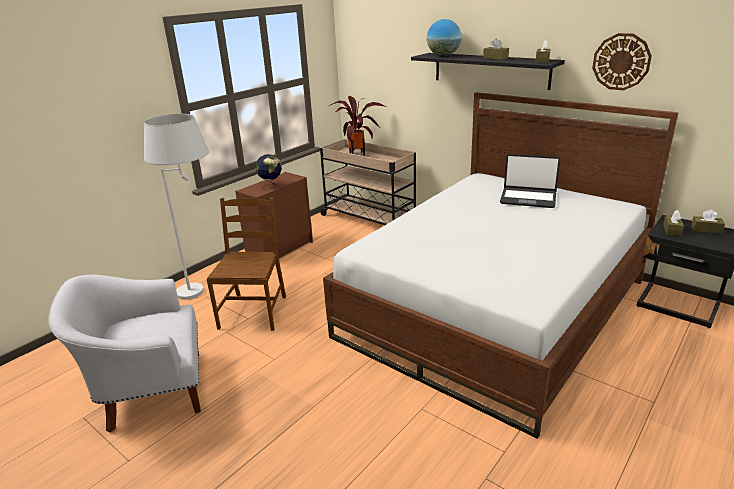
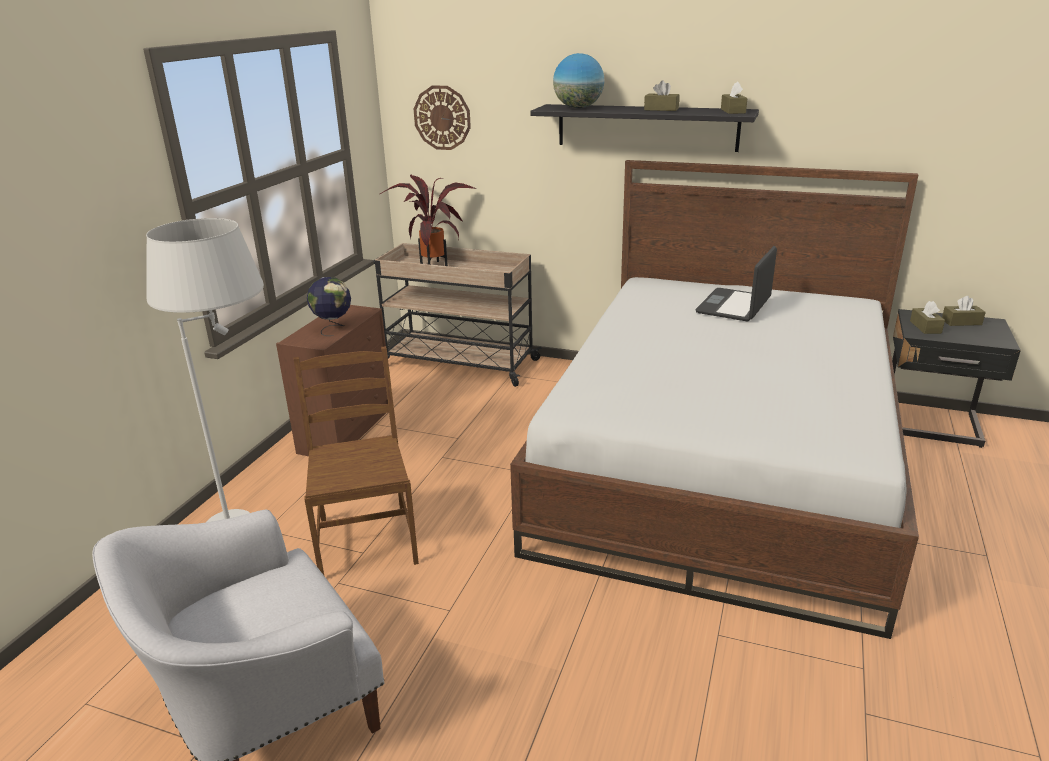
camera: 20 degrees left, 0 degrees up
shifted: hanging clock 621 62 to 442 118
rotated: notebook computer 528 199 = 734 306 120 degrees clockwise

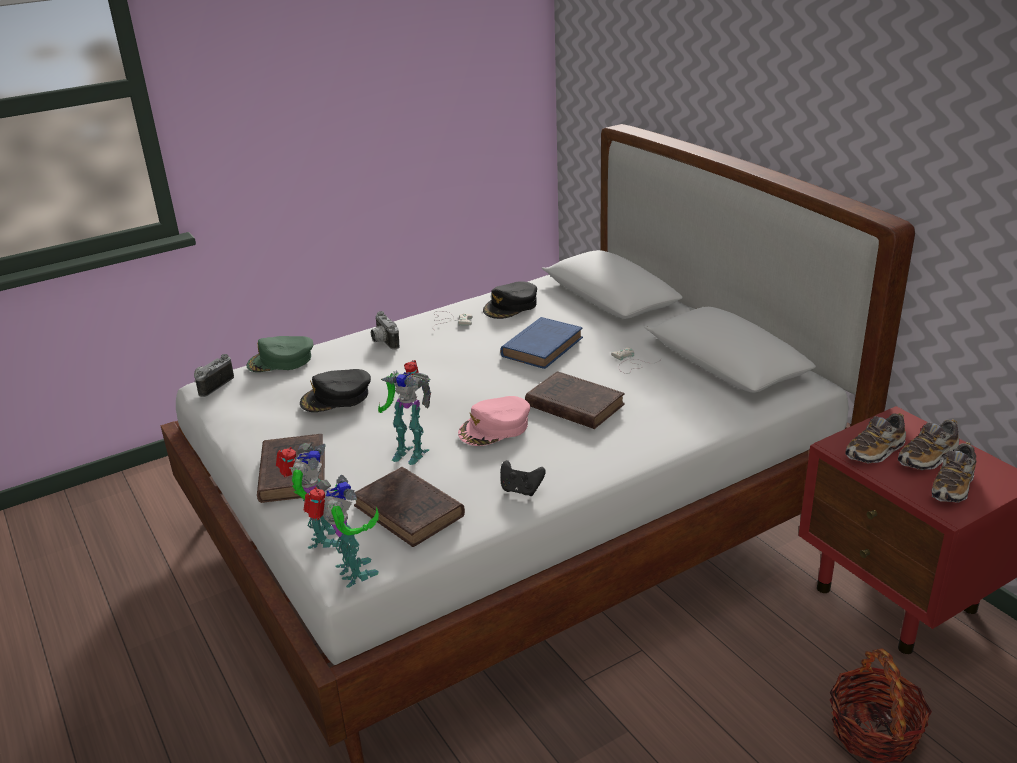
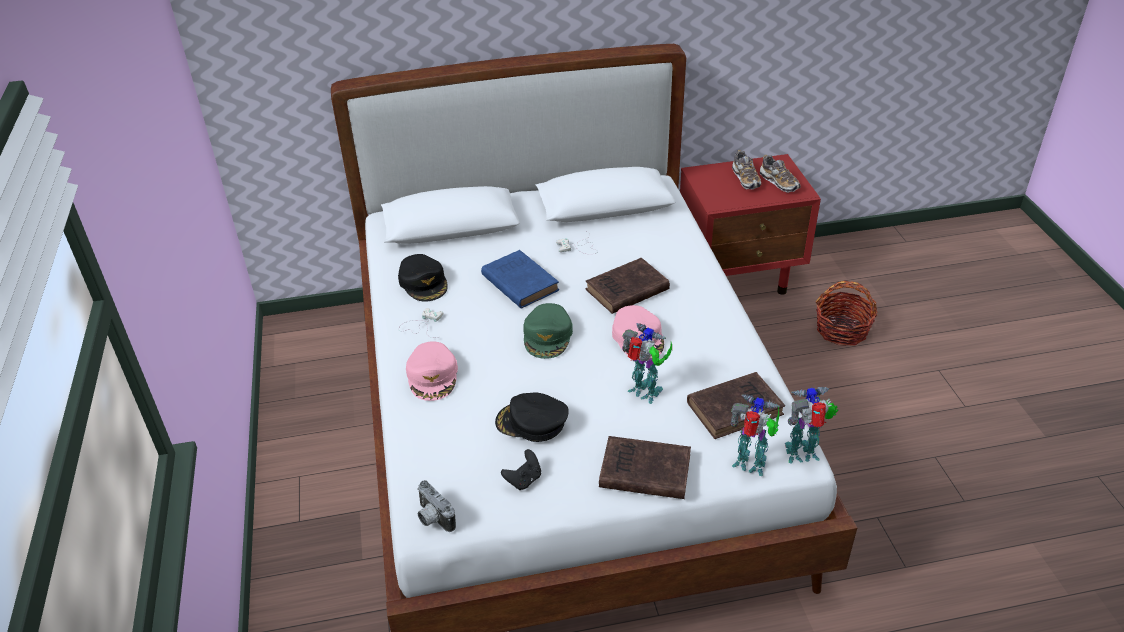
camera: 70 degrees left, 10 degrees up
gone: low shoe 875 451
shifted: peaked cap/green 281 361 to 548 336; joypad/blackish 521 490 to 524 480
swapped: still camera 383 342 to peaked cap/pink 433 376
rotated: peaked cap/blackish 336 397 = 532 422 105 degrees clockwise; model robot 409 451 = 645 393 90 degrees counterclockwise

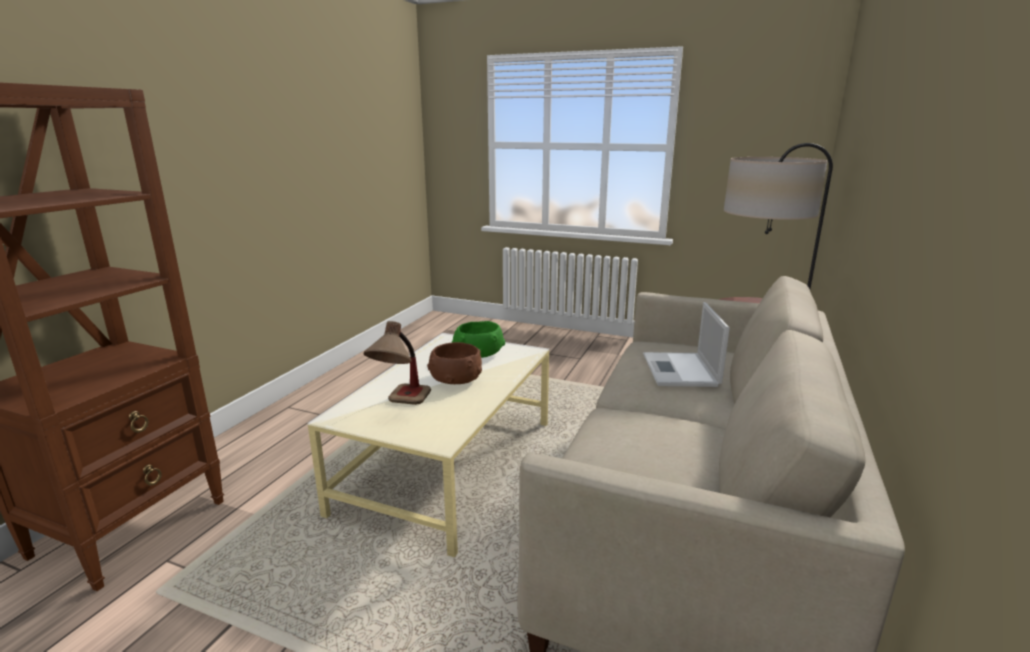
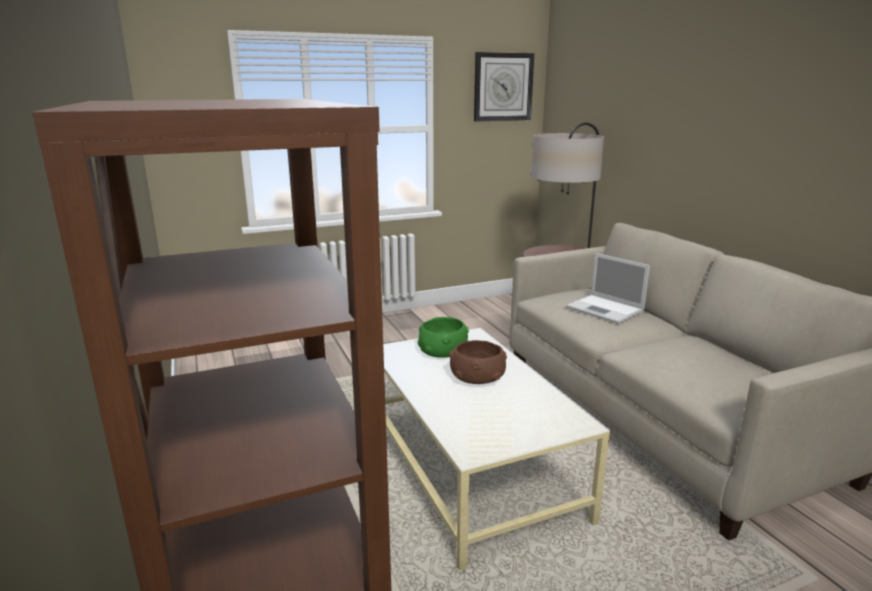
camera: 45 degrees left, 0 degrees up
gone: lamp for a table 402 406
new: hanging clock 503 87

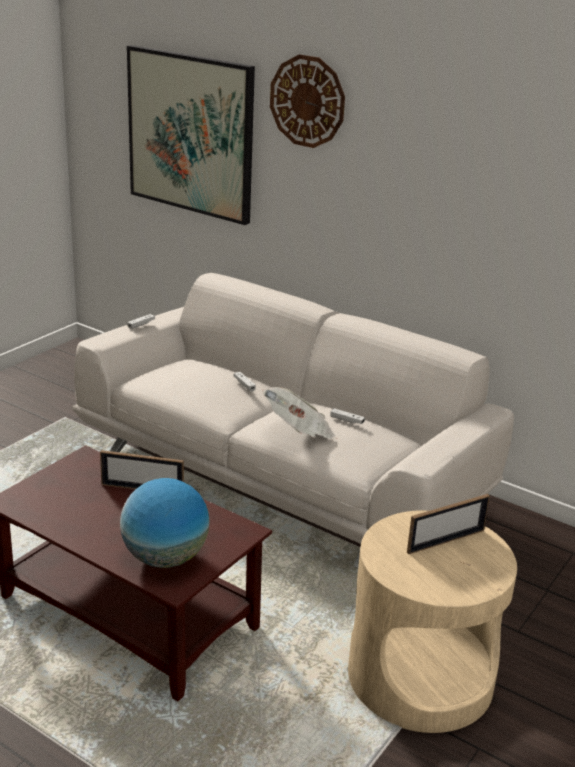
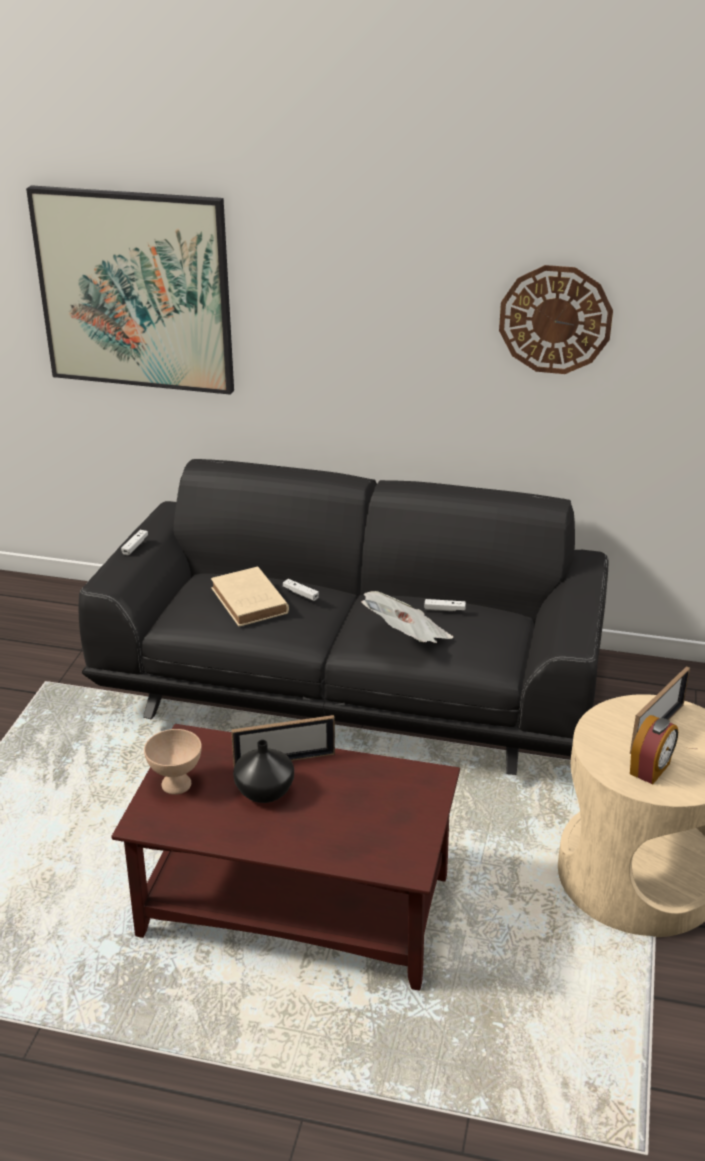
camera: 20 degrees left, 5 degrees up
gone: desk globe 165 558
new: bowl/beige 176 784; book/beige 250 602; flower vase/blackish 264 792; bedside clock 650 769
shifted: hanging clock 307 101 to 555 319
repainted: couch/white-coloured 284 477 to couch/blackish 354 687

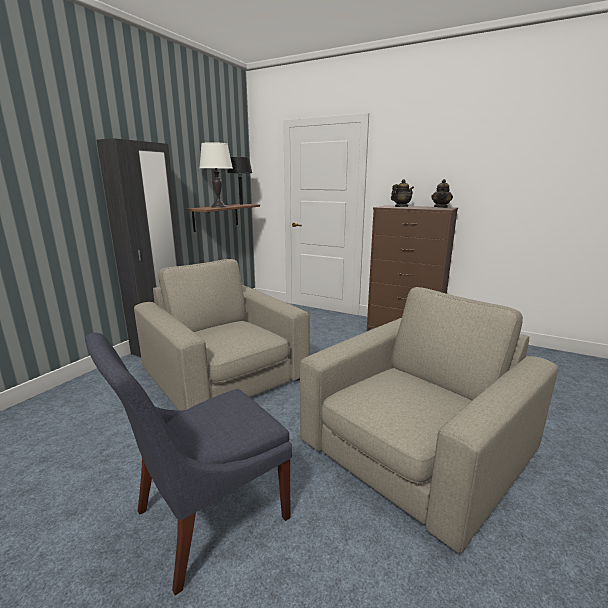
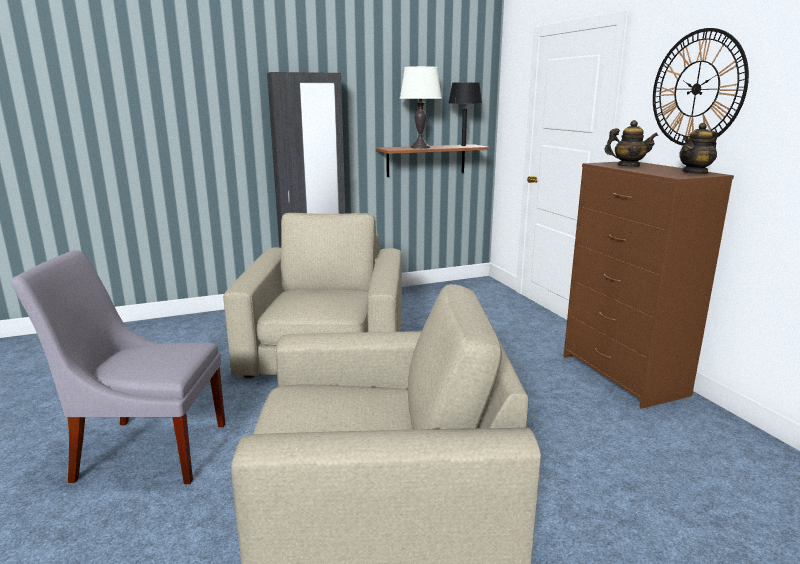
camera: 40 degrees right, 0 degrees up
new: hanging clock 696 89
repainted: plain chair/blue 205 518 to plain chair/greyish 146 450

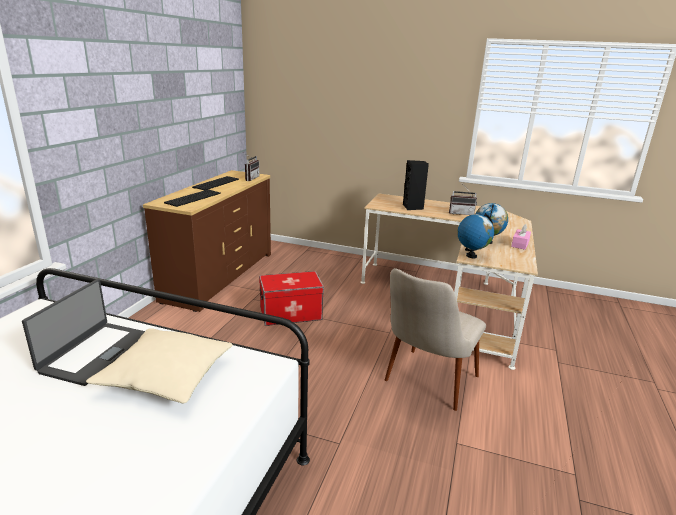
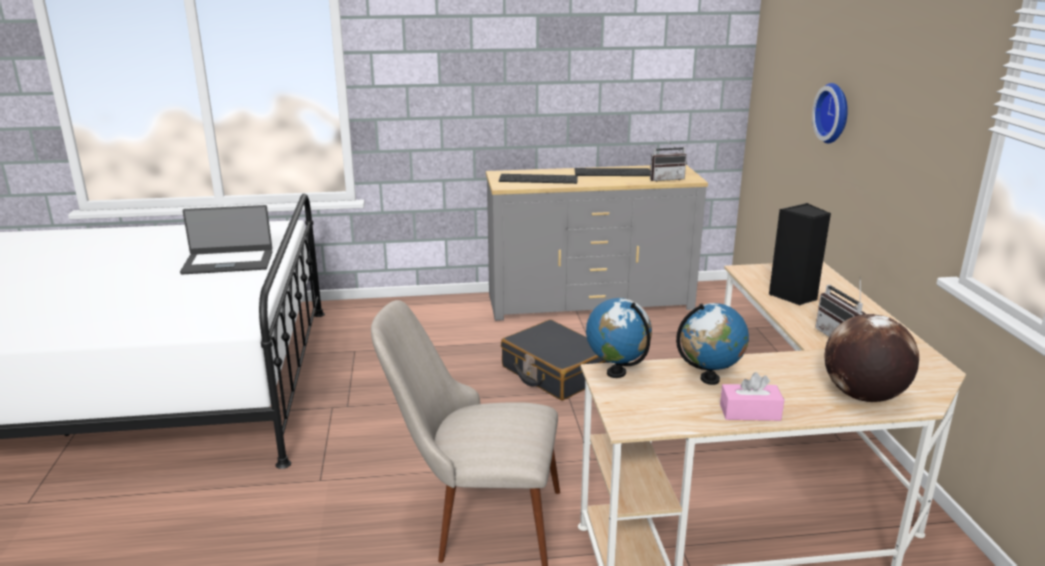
camera: 65 degrees right, 0 degrees up
gone: pillow/beige 166 377
new: hanging clock 835 113; desk globe 862 396
swapped: storage box 291 313 to travel case/blackish 554 372
repainted: drawer chest/brownish 219 276 to drawer chest/greyish 589 302

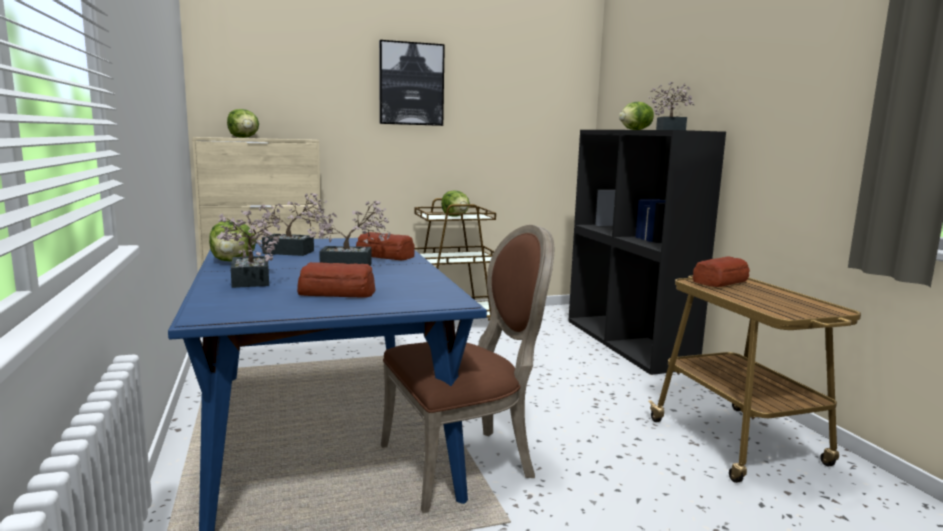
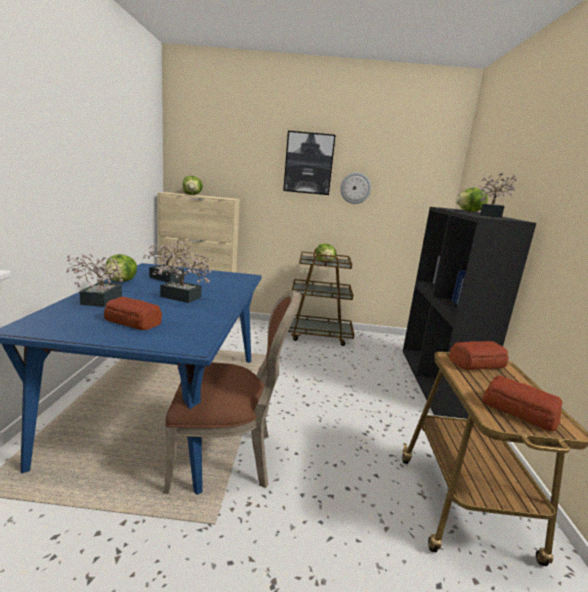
camera: 20 degrees right, 5 degrees up
new: hanging clock 355 188
shifted: baked bread 384 256 to 518 410

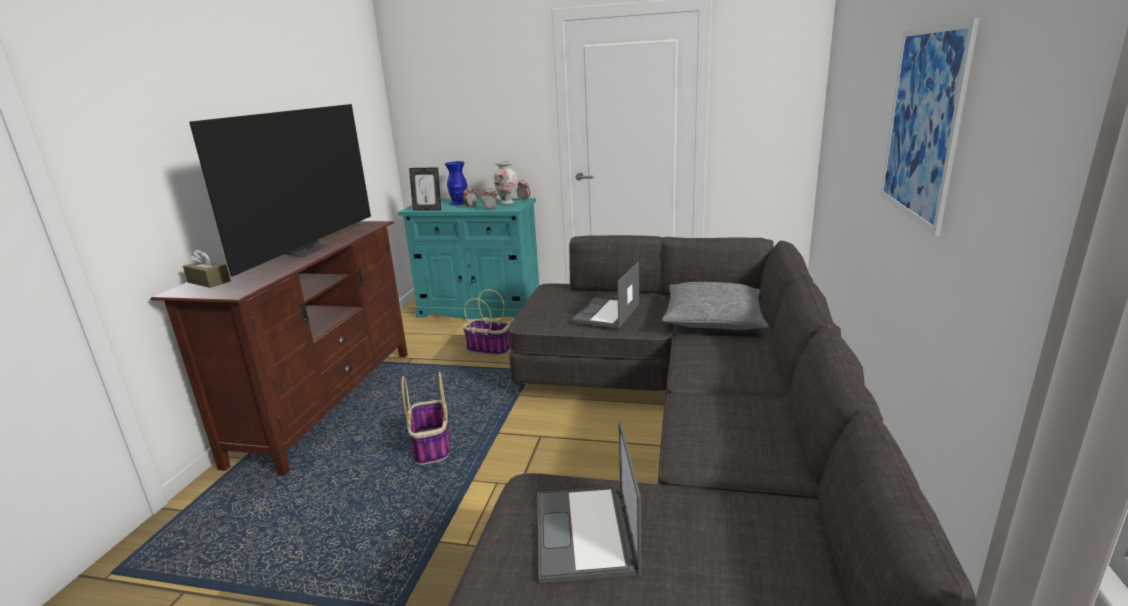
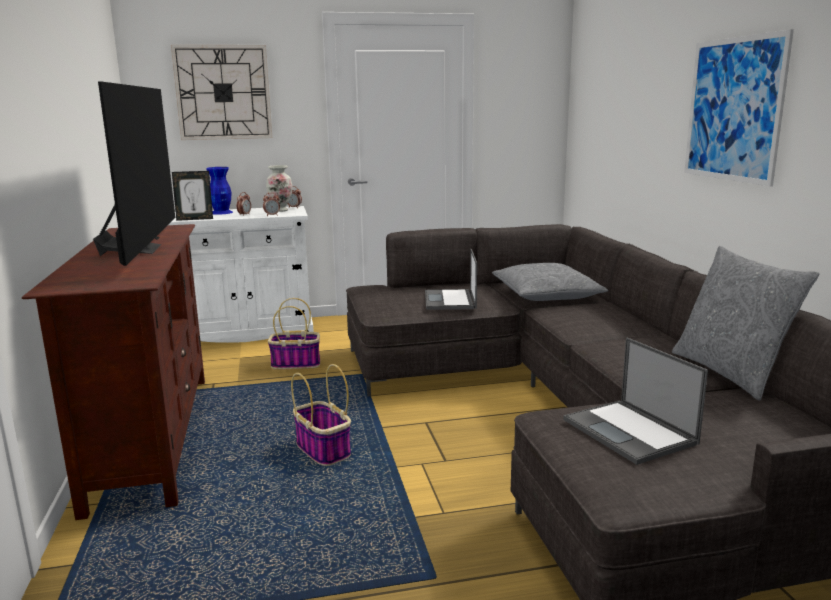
camera: 25 degrees left, 5 degrees down
gone: tissue holder/brownish 209 282
new: hanging clock 223 92; pillow/greyish 730 373
repainted: cabinet/turquoise 480 309 to cabinet/white-coloured 246 332

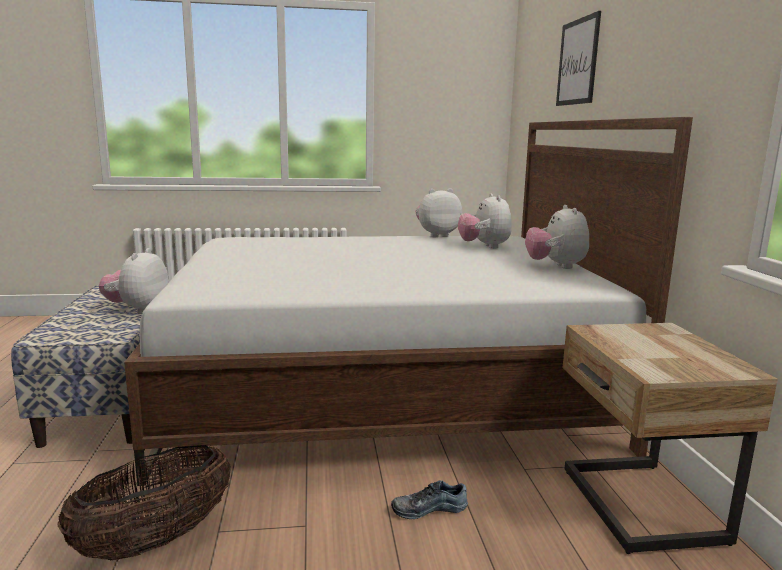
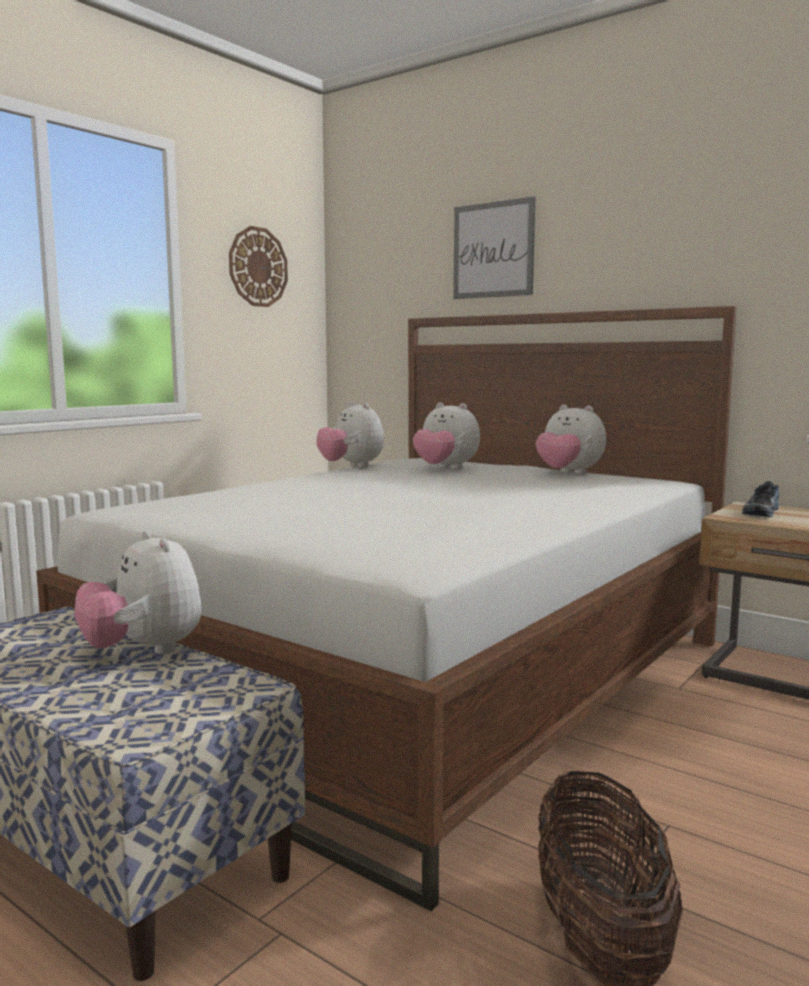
camera: 45 degrees left, 5 degrees down
new: hanging clock 258 267
shifted: low shoe 428 508 to 760 512
rotated: plush toy 436 235 = 351 467 60 degrees counterclockwise

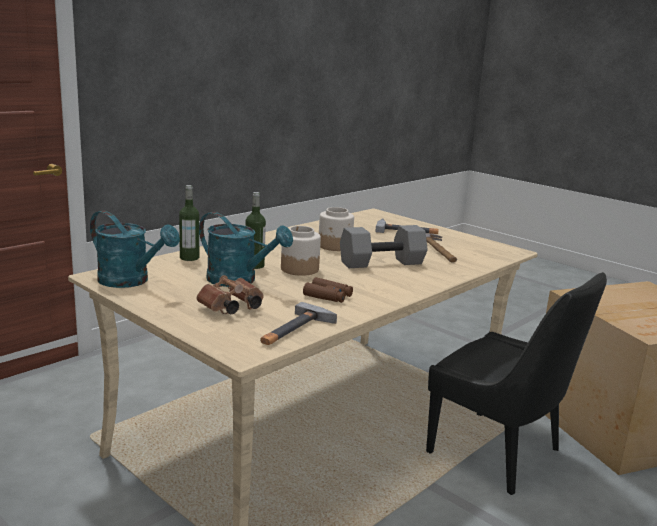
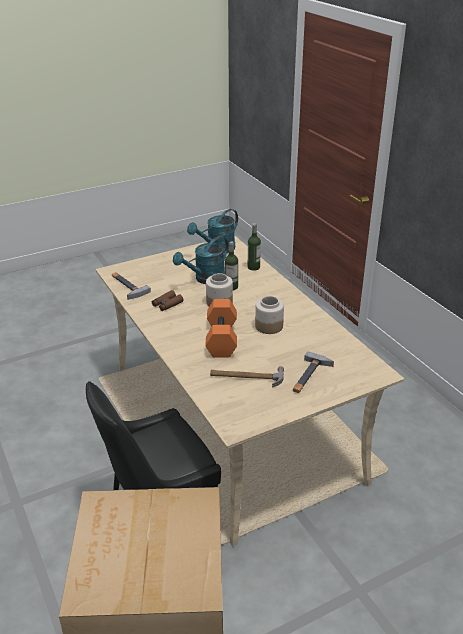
camera: 110 degrees right, 15 degrees up
gone: field glasses/brownish 230 308
repainted: dumbbell/greyish 382 262 to dumbbell/orange 222 339

